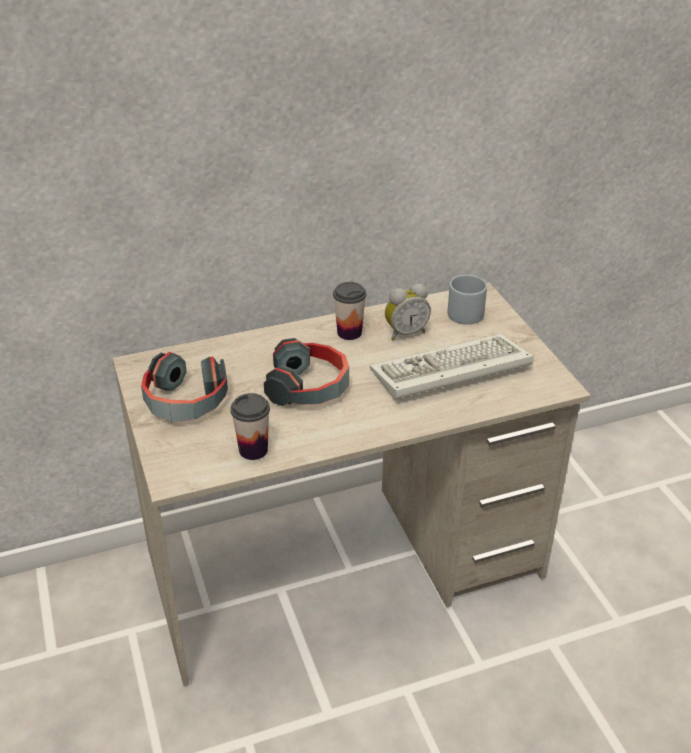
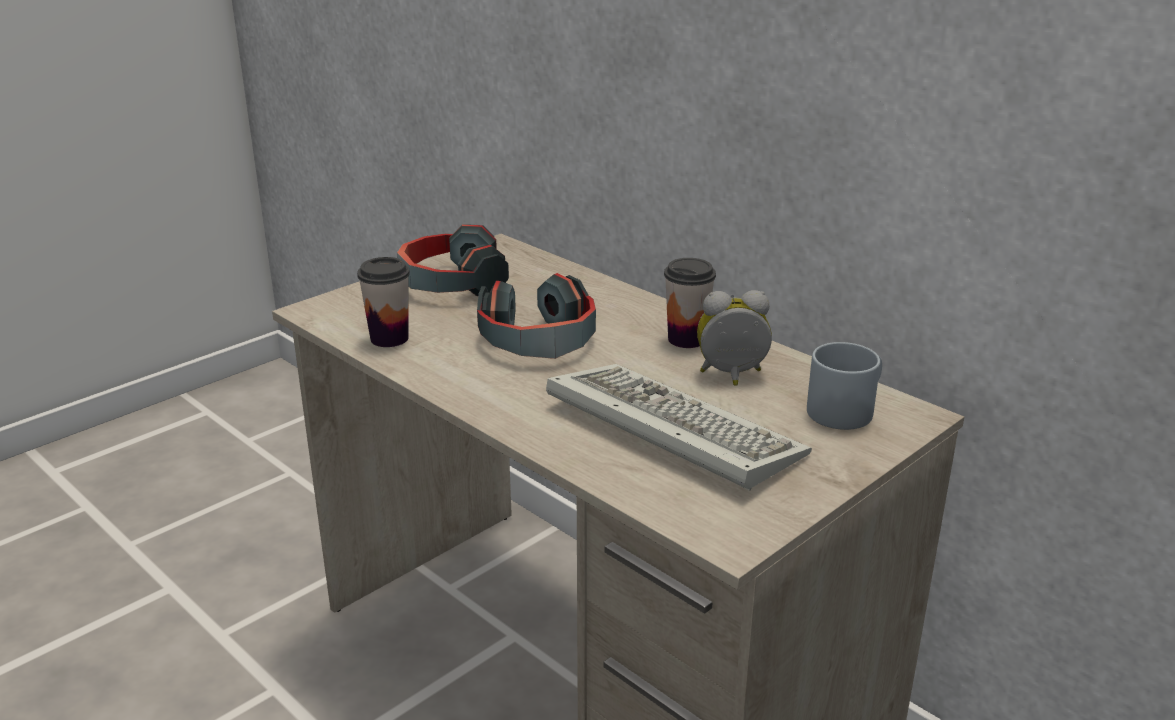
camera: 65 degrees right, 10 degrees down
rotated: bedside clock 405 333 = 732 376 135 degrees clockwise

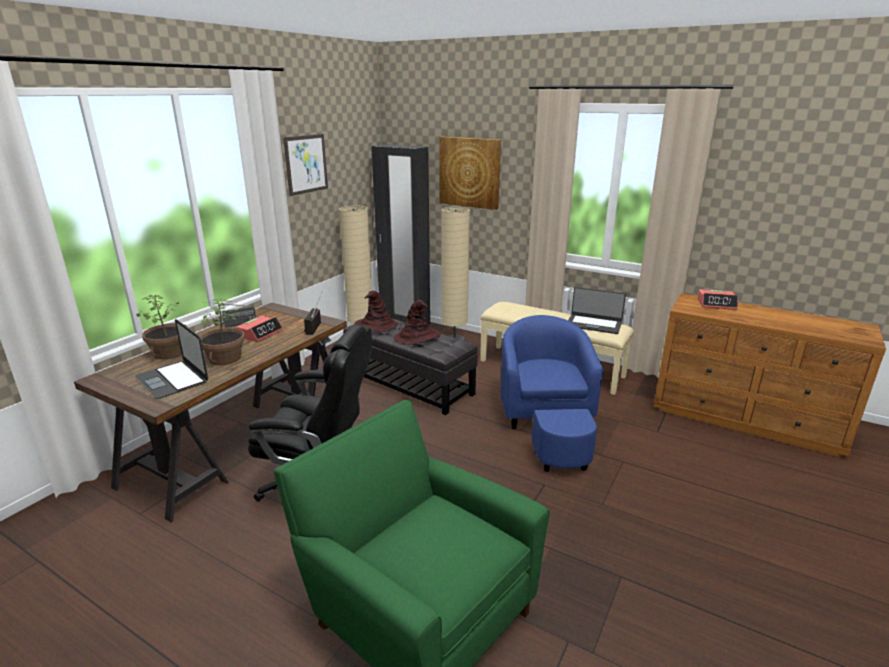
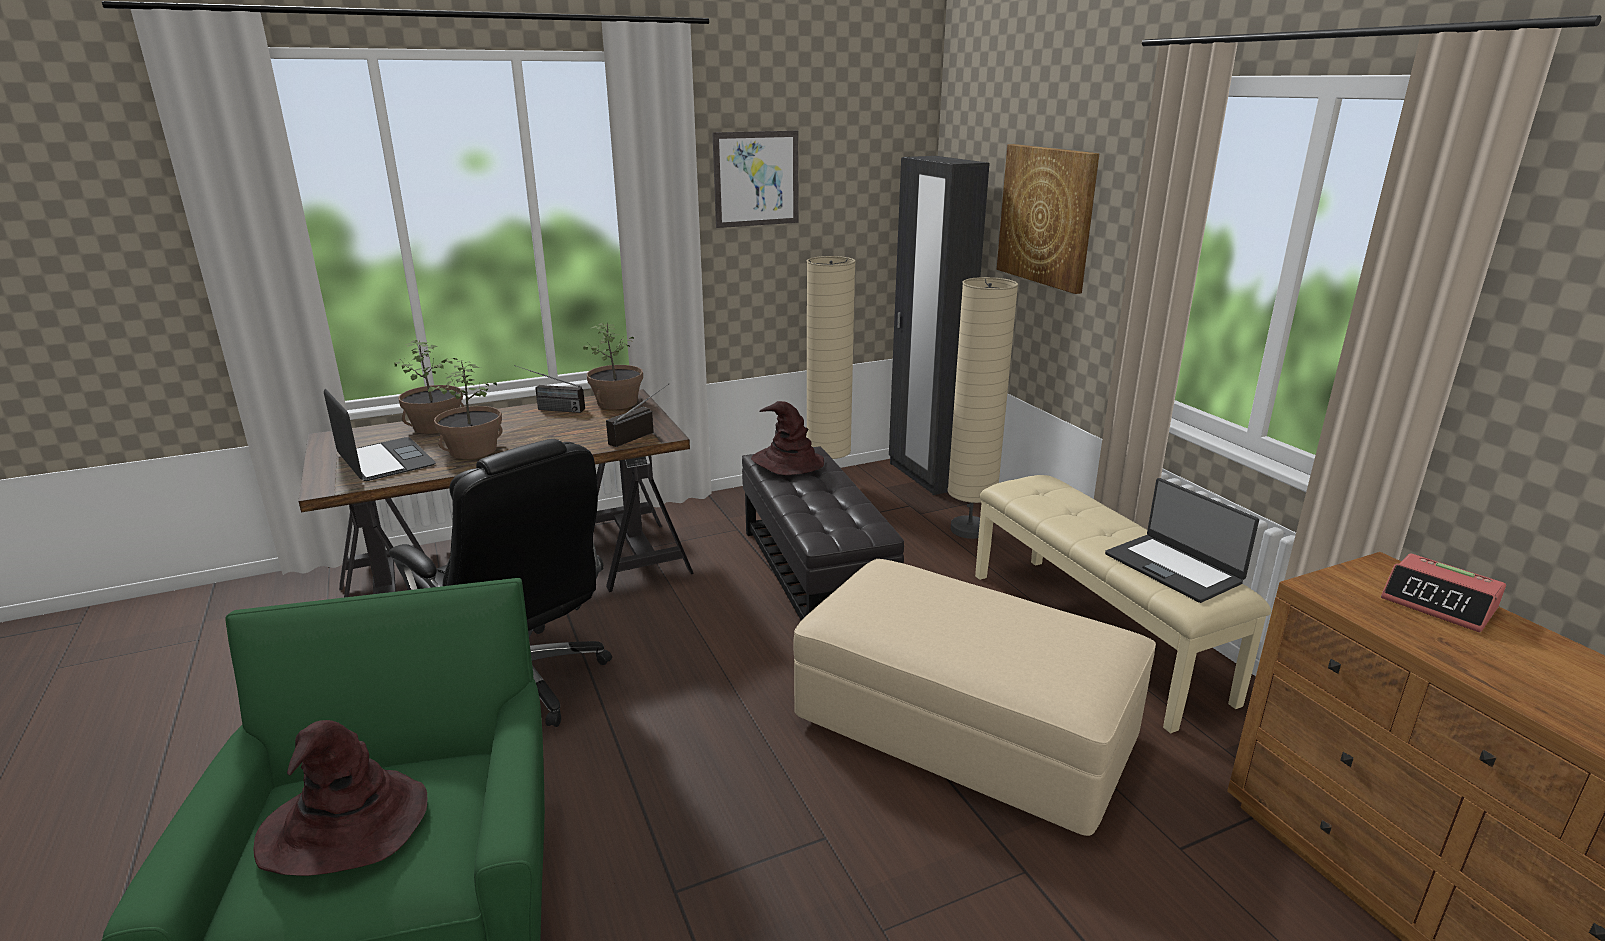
camera: 35 degrees right, 0 degrees up
gone: bedside clock 260 333
new: houseplant 617 403
shifted: wearable hat/brownish 417 337 to 343 827
swapped: lounge chair/blue 547 422 to ottoman/beige 964 730
rotated: notebook computer 172 379 = 385 460 150 degrees clockwise

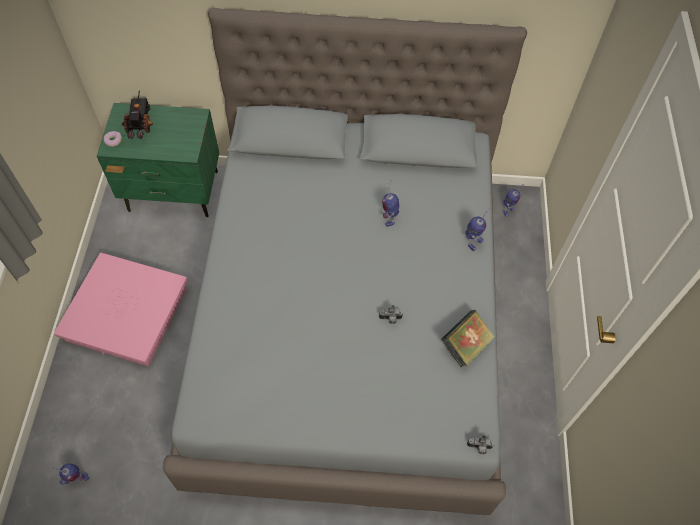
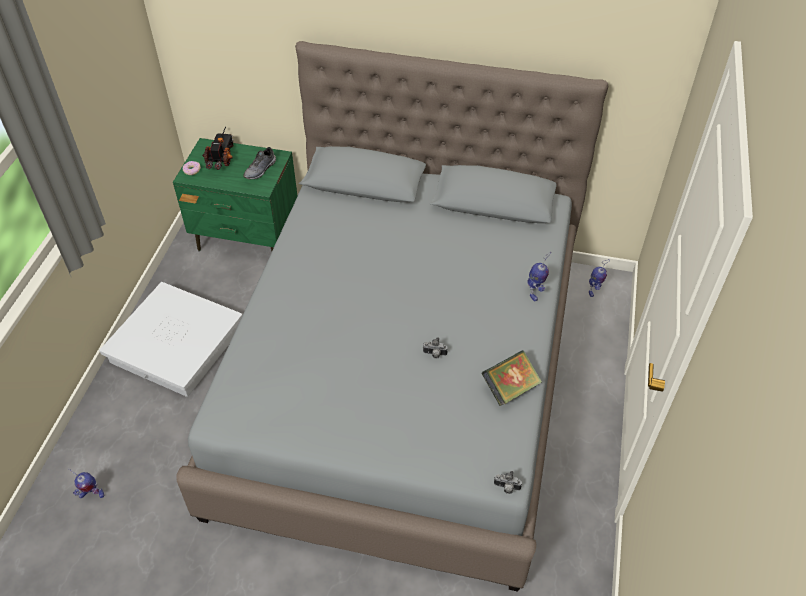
camera: 10 degrees right, 10 degrees down
gone: model robot 389 216
new: low shoe/greyish 261 170
repainted: storage box/pink 127 314 to storage box/white-coloured 177 345

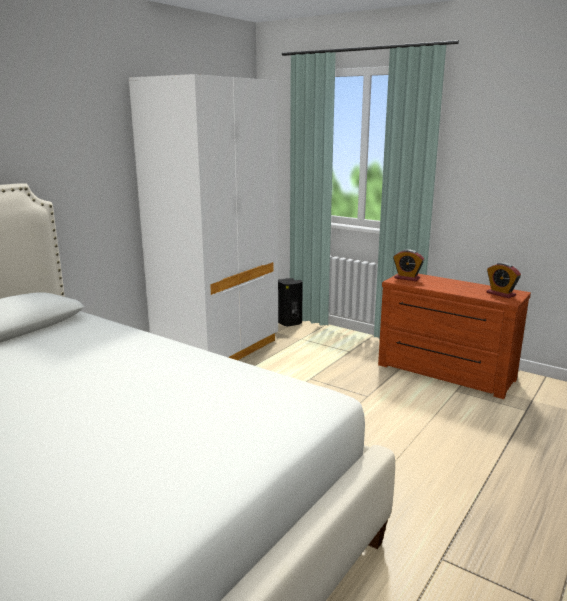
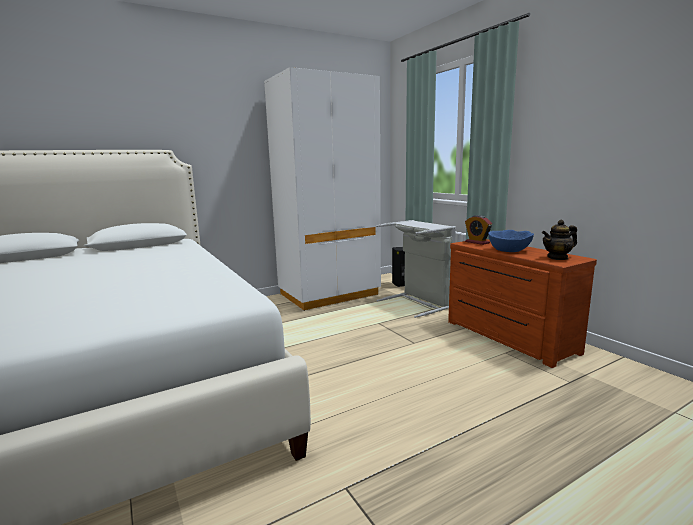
camera: 25 degrees right, 5 degrees down
new: washing basket/greyish 419 303; bowl/blue 509 250
swapped: bedside clock 500 294 to teapot 557 258

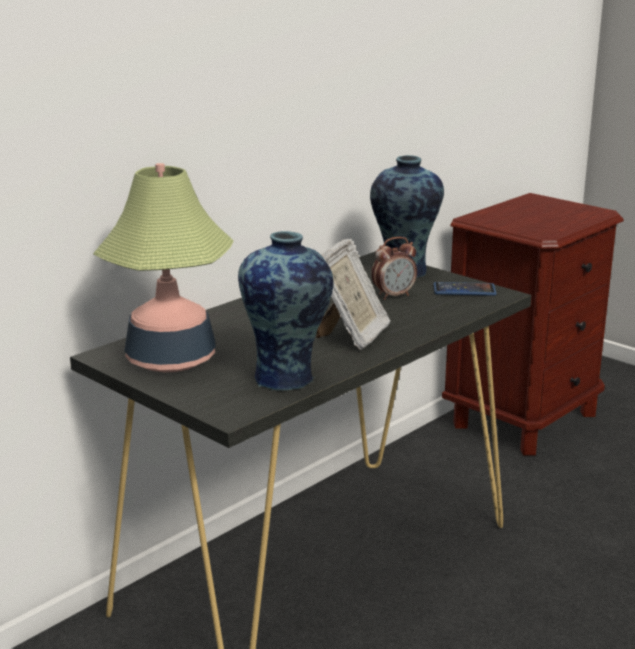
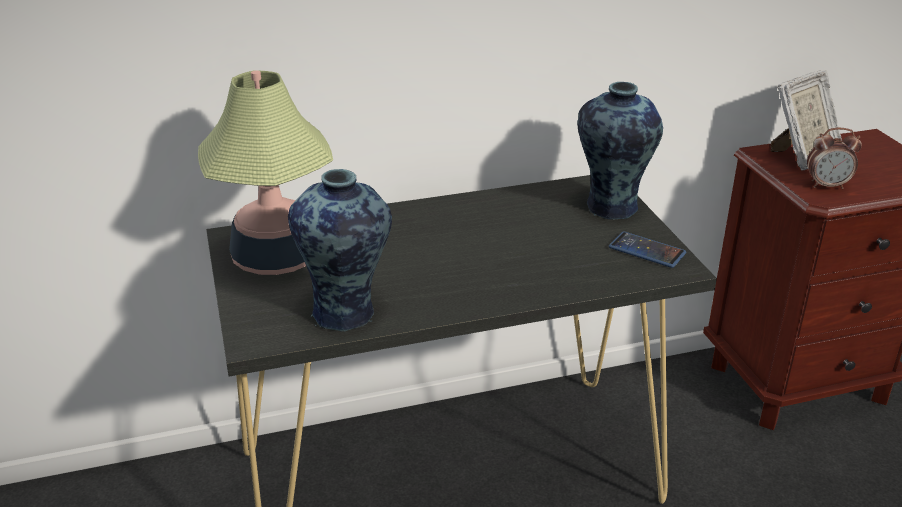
camera: 30 degrees right, 10 degrees up
shifted: picture frame 352 336 to 803 157; bedside clock 394 296 to 827 185

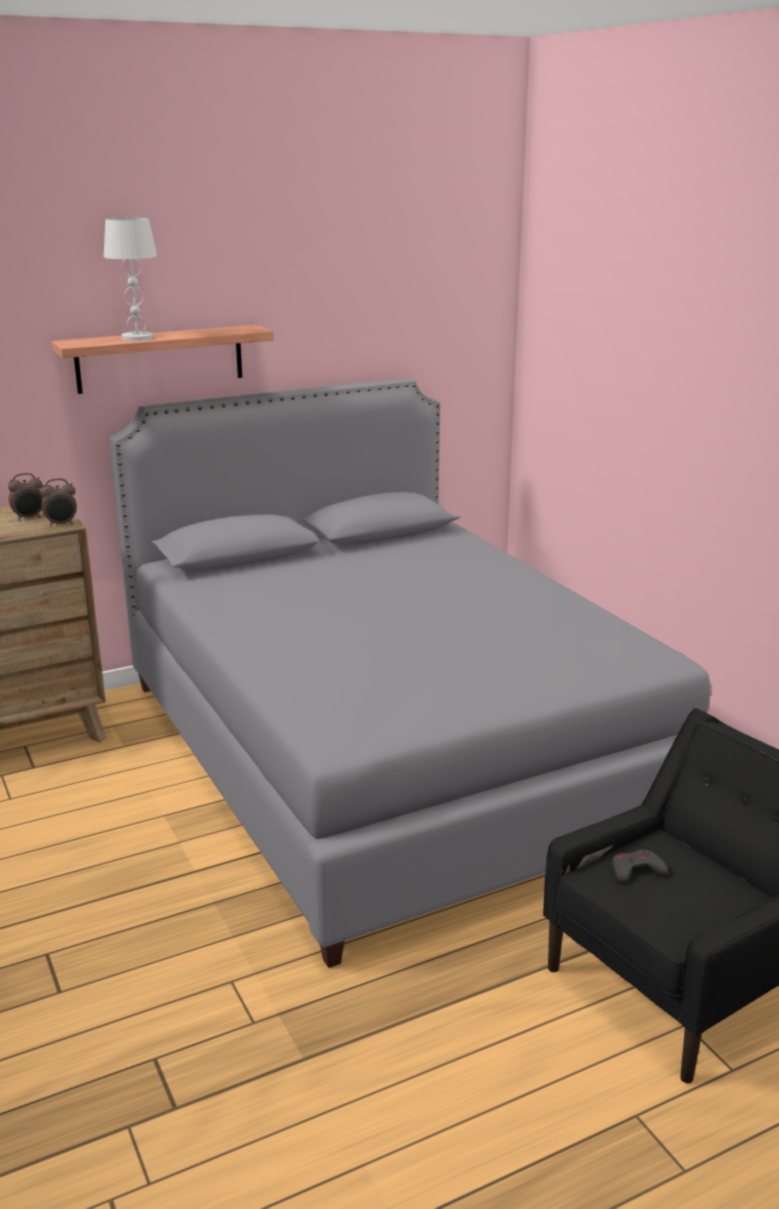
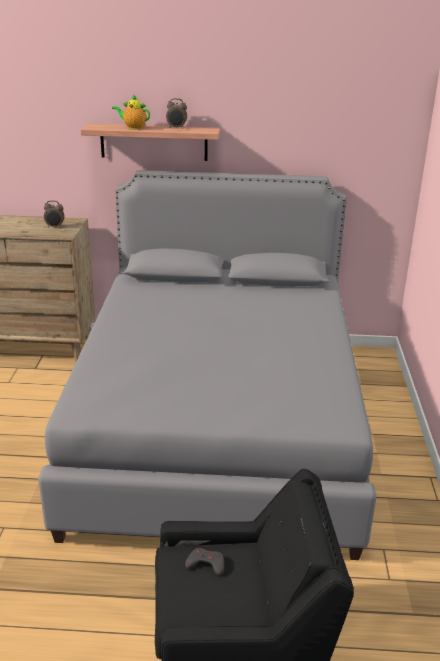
camera: 30 degrees right, 5 degrees up
shifted: bedside clock 61 524 to 176 128
swapped: lamp for a table/white-coloured 137 338 to teapot 133 128

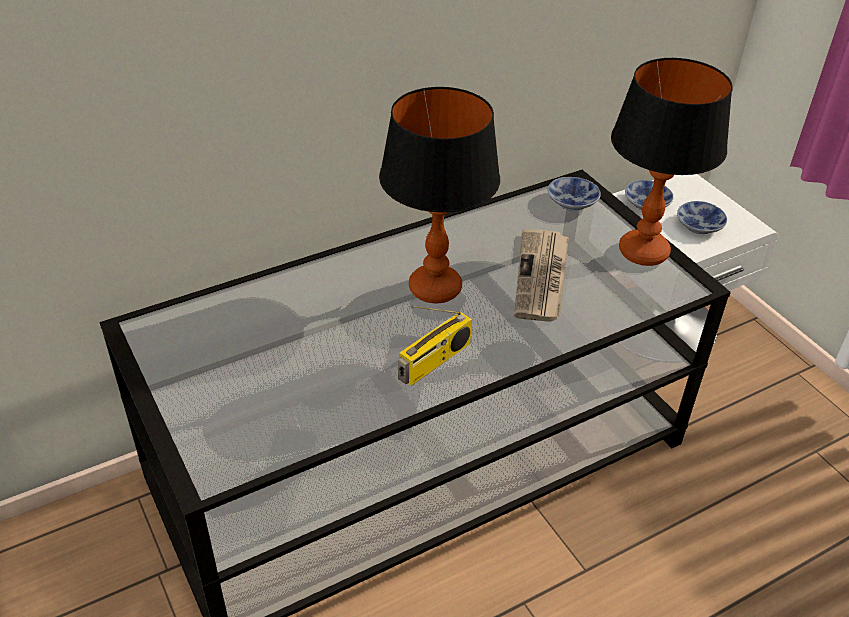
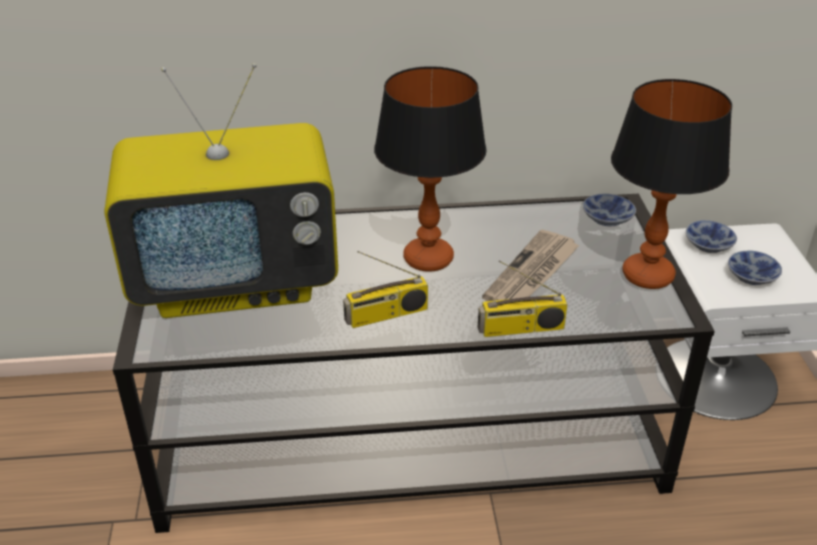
camera: 25 degrees right, 5 degrees down
new: TV set 237 282; radio 520 329

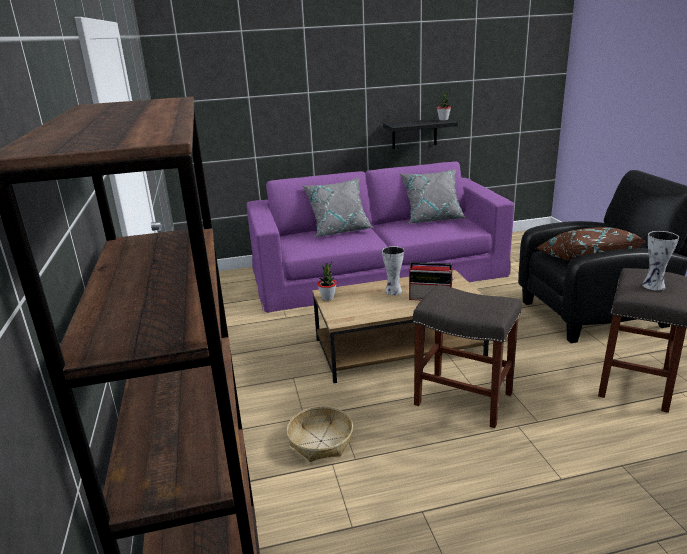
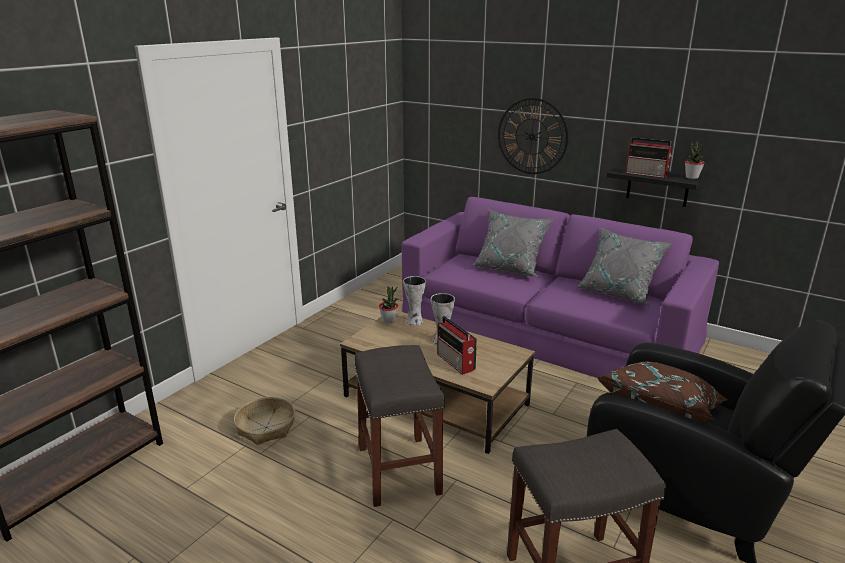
camera: 45 degrees right, 0 degrees up
new: hanging clock 532 136; radio 647 174
shifted: flower vase 654 286 to 414 322

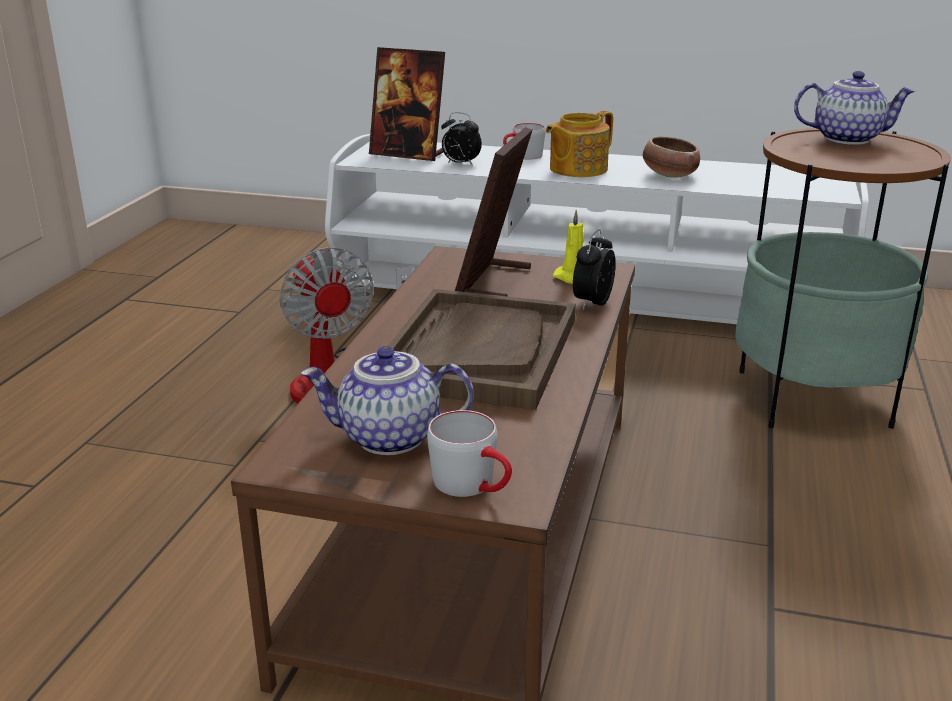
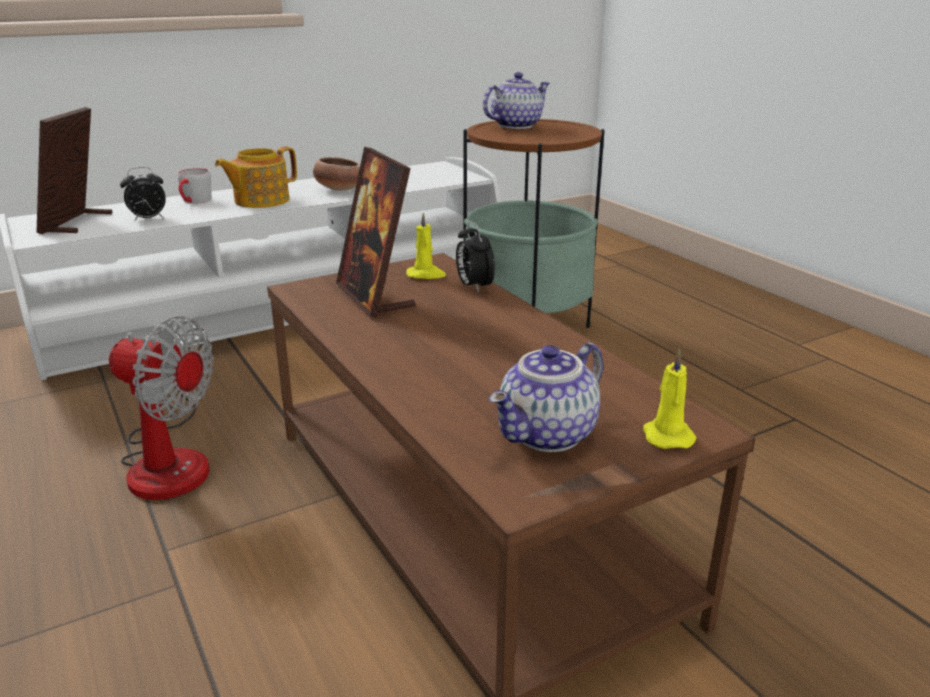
camera: 45 degrees left, 0 degrees up
gone: tray/brownish 479 352
swapped: coffee mug/greyish 474 486 to wax candle/yellowish 666 435
rotated: picture frame 408 154 = 77 223 120 degrees clockwise; teapot 576 169 = 260 201 45 degrees clockwise

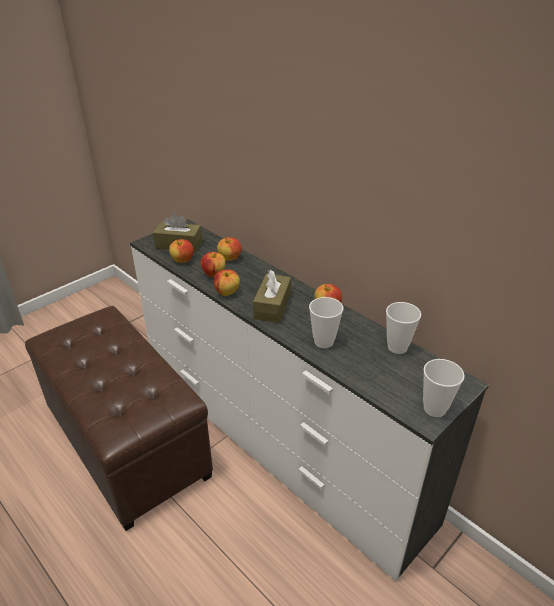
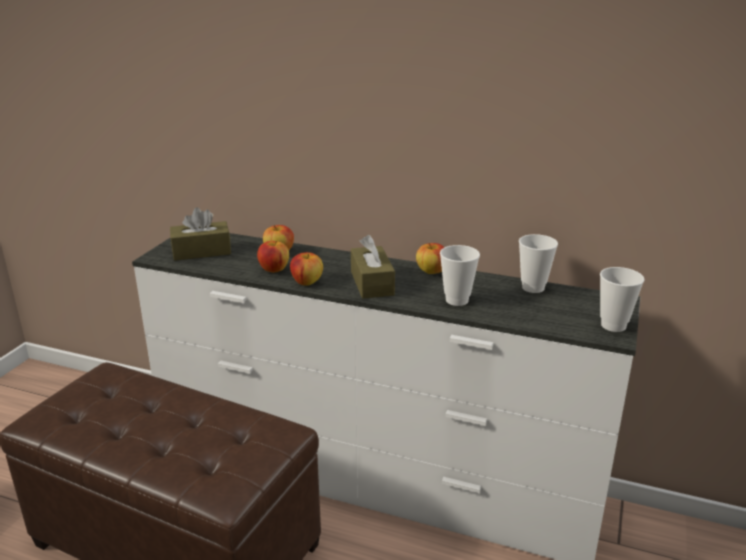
camera: 25 degrees left, 10 degrees down
gone: whole apple 182 260

